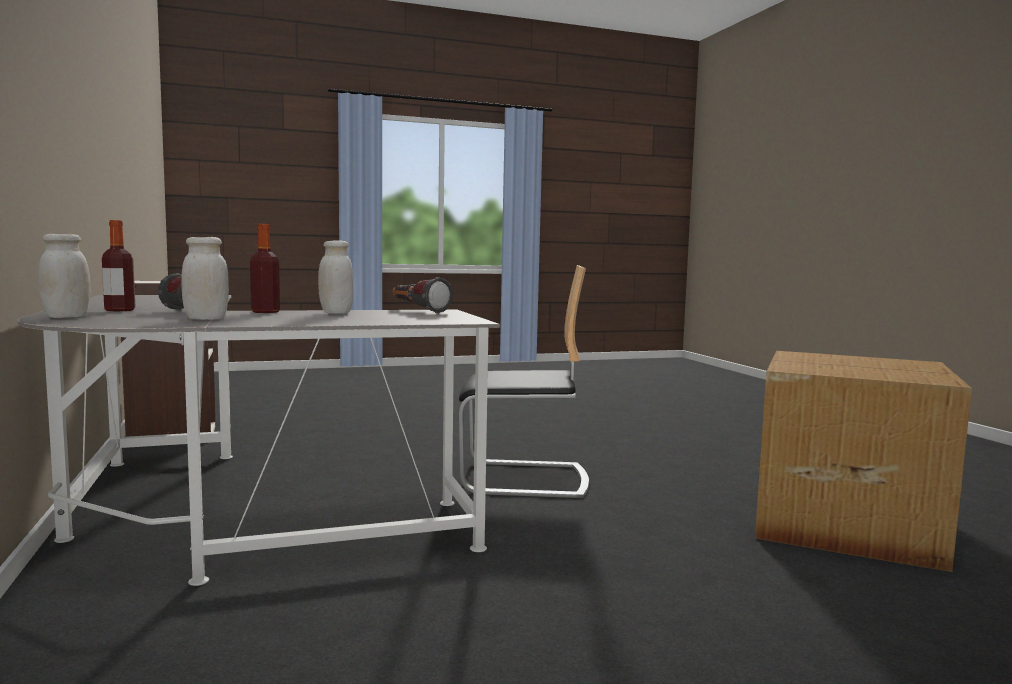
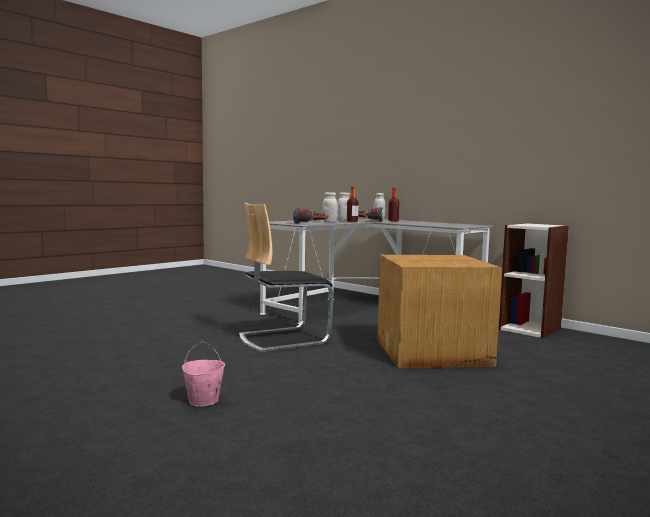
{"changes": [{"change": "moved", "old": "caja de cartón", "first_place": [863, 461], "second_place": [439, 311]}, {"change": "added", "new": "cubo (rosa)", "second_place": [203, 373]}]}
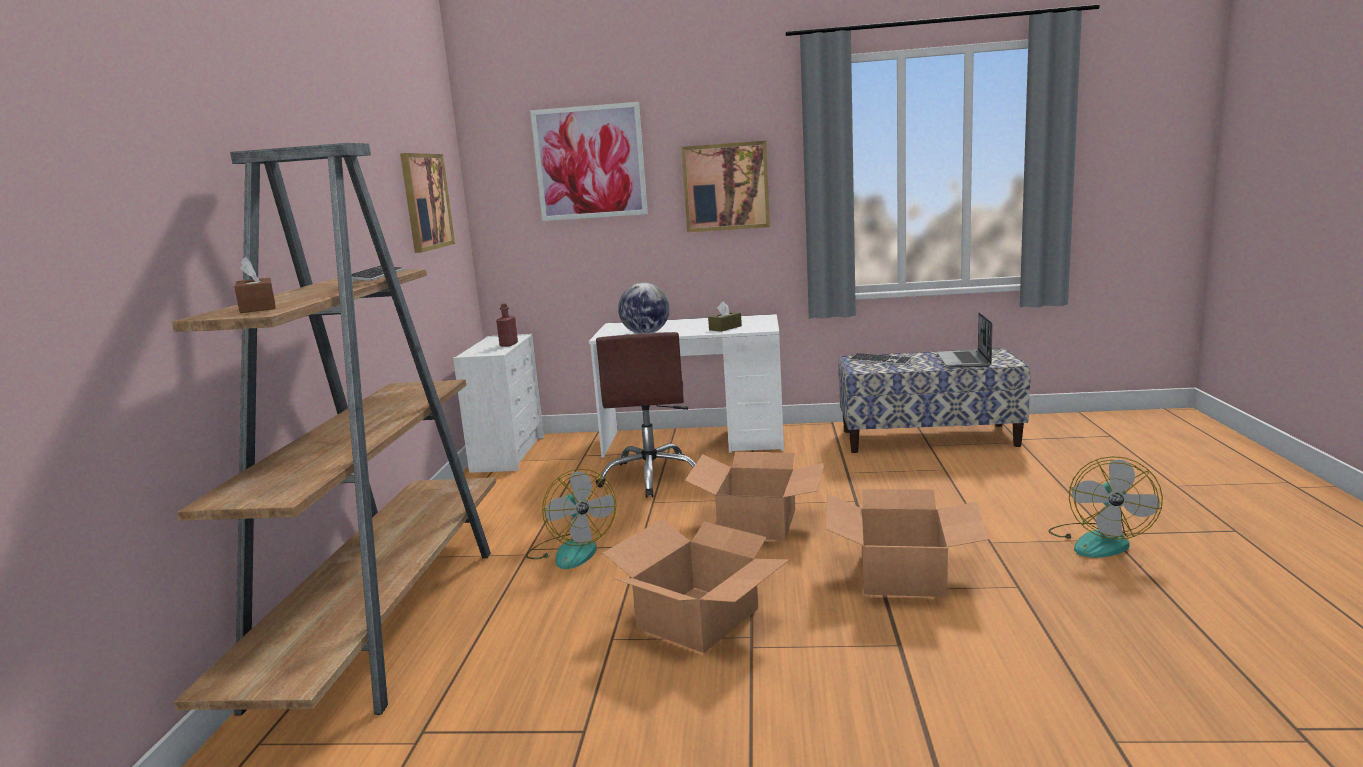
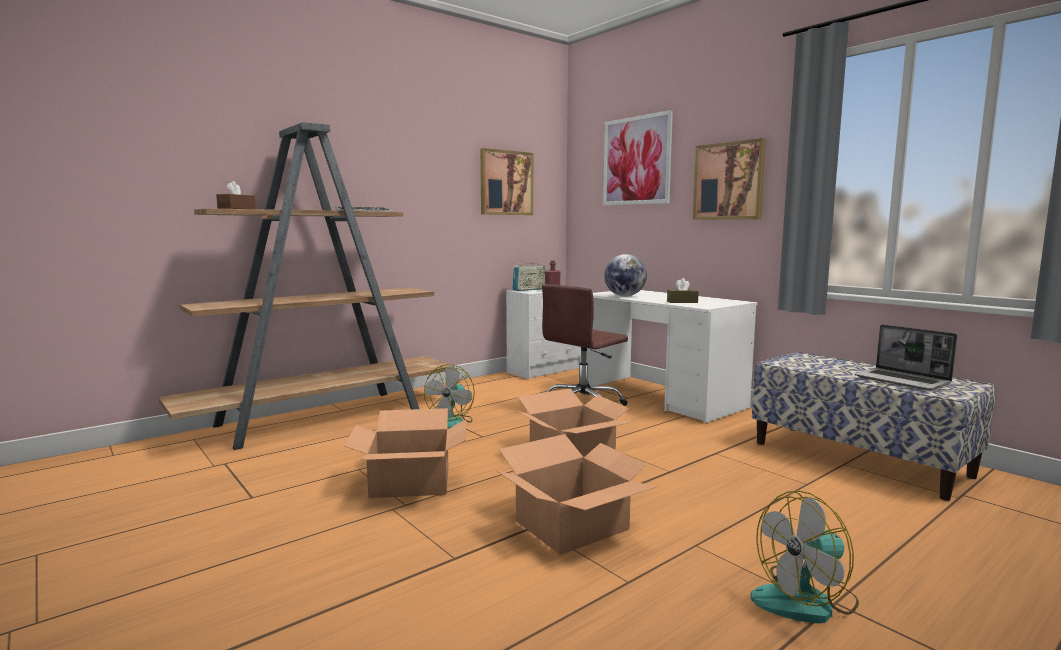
{"changes": [{"change": "turned", "old": "portátil", "first_place": [965, 340], "second_place": [905, 357], "degrees": -90}, {"change": "removed", "old": "teclado", "first_place": [881, 359]}, {"change": "added", "new": "radio", "second_place": [528, 275]}]}
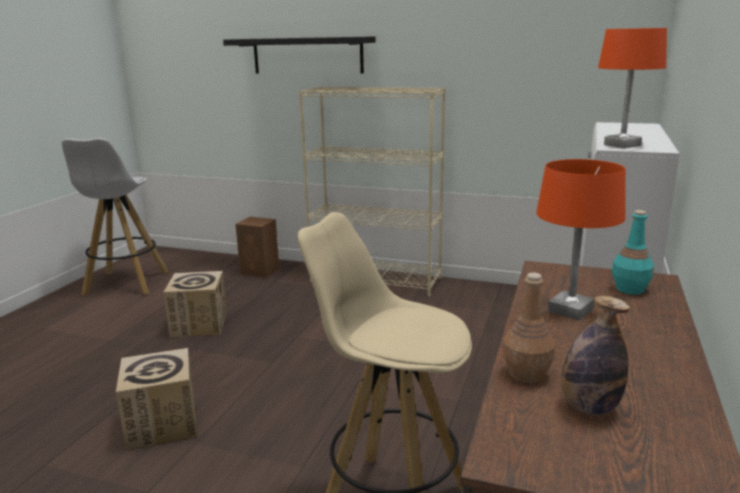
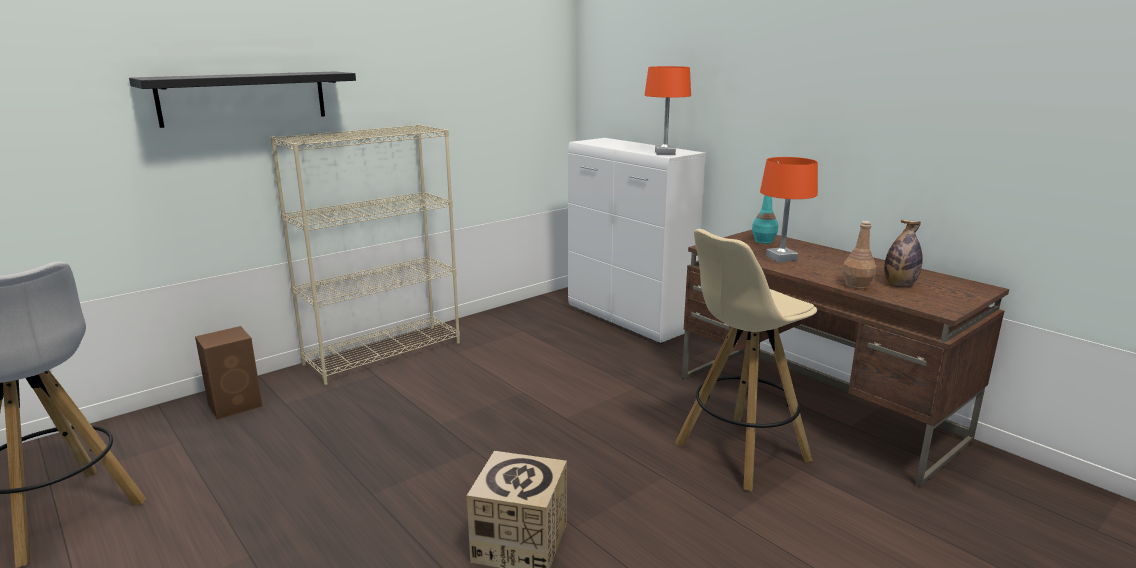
{"changes": [{"change": "removed", "old": "caja de cartón", "first_place": [194, 304]}]}
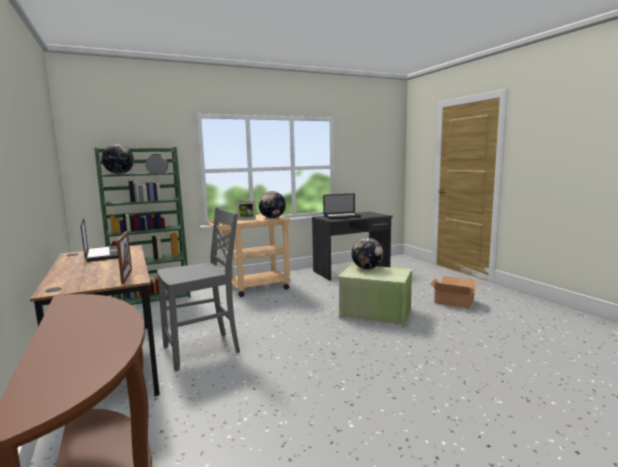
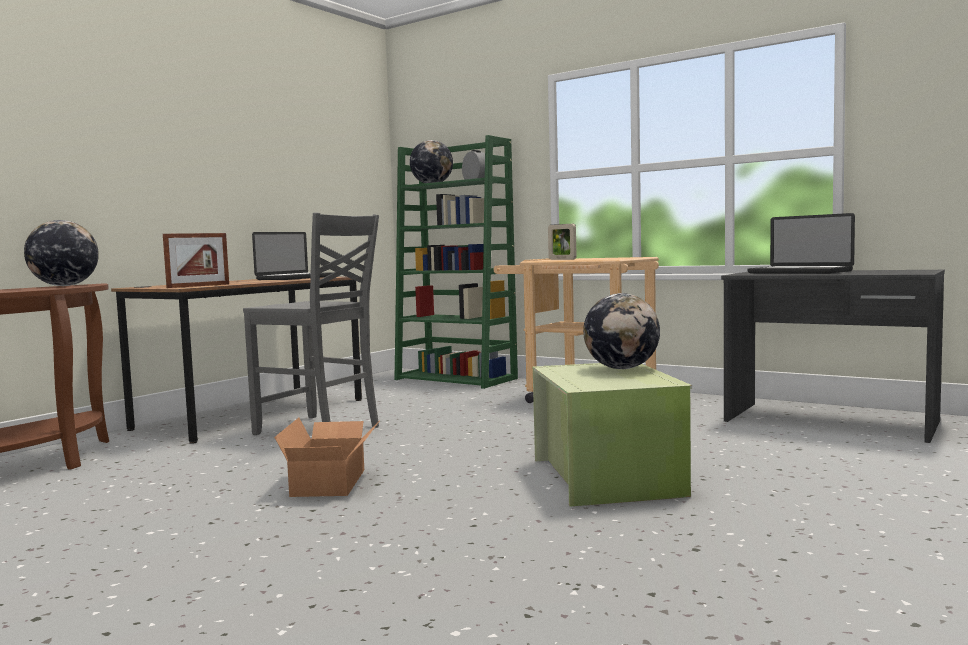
{"changes": [{"change": "moved", "old": "globo terráqueo", "first_place": [272, 204], "second_place": [61, 253]}, {"change": "moved", "old": "caja de cartón", "first_place": [454, 292], "second_place": [326, 457]}]}
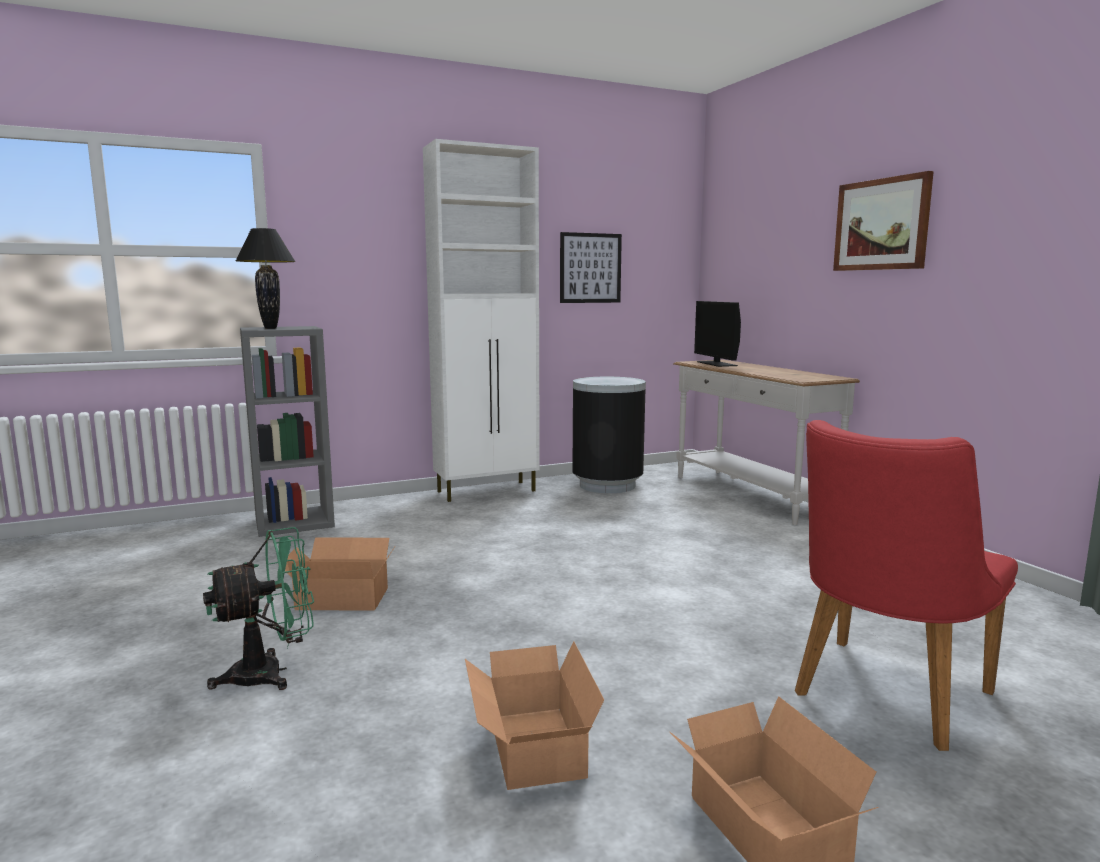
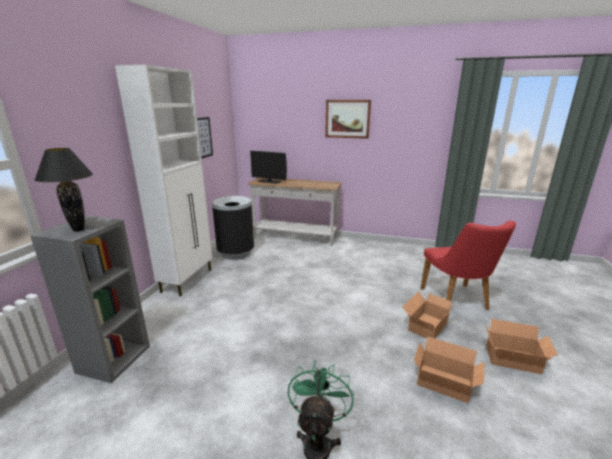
{"changes": [{"change": "moved", "old": "caja de cartón", "first_place": [340, 574], "second_place": [429, 315]}]}
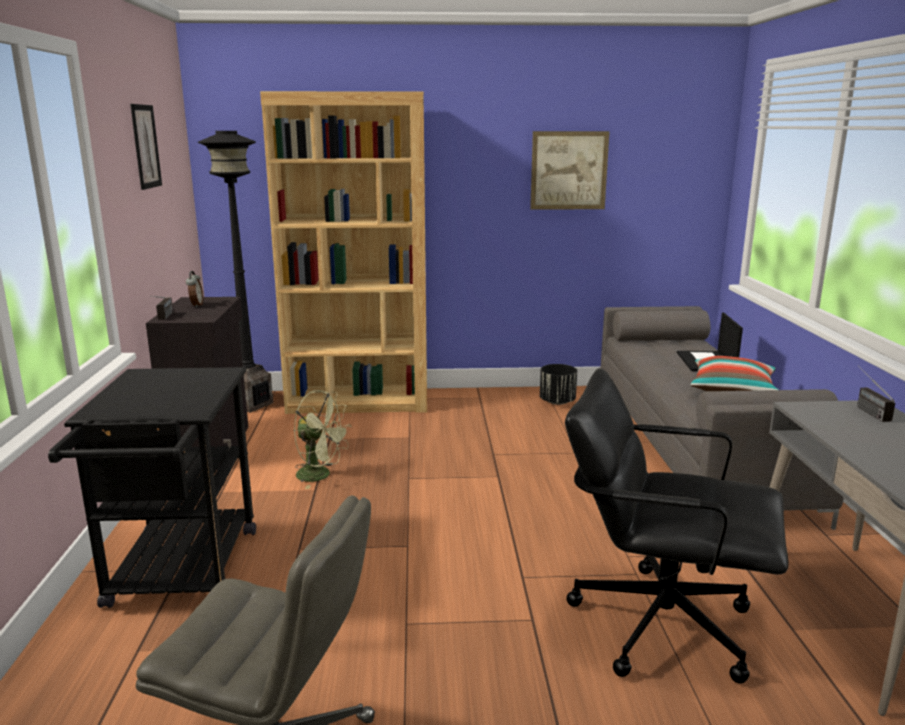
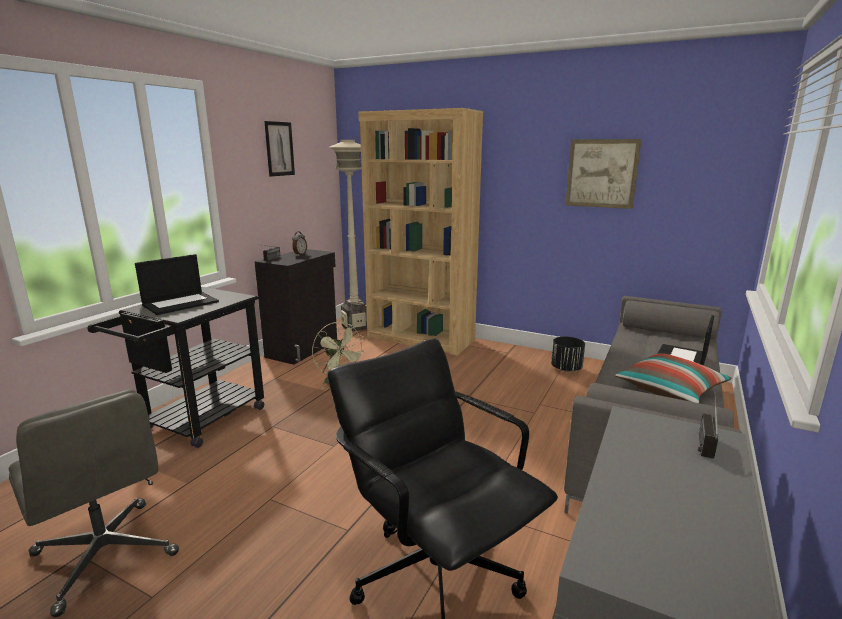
{"changes": [{"change": "recoloured", "old": "lámpara de pie (negro)", "new": "lámpara de pie (beis)", "first_place": [235, 272], "second_place": [348, 235]}, {"change": "added", "new": "portátil", "second_place": [177, 284]}]}
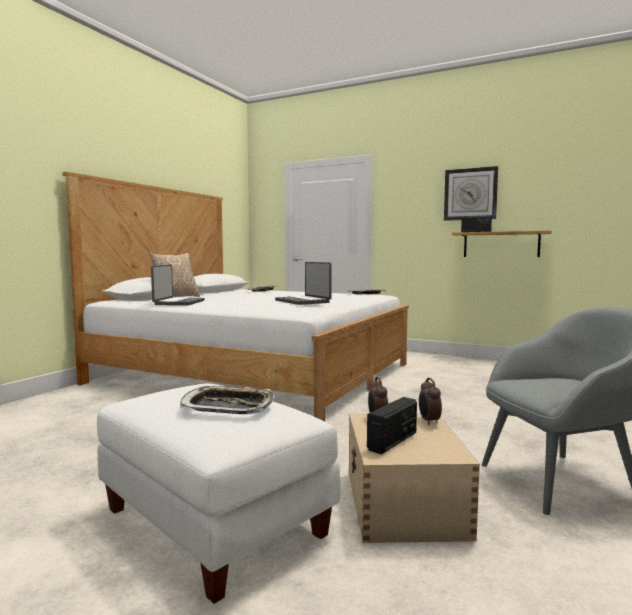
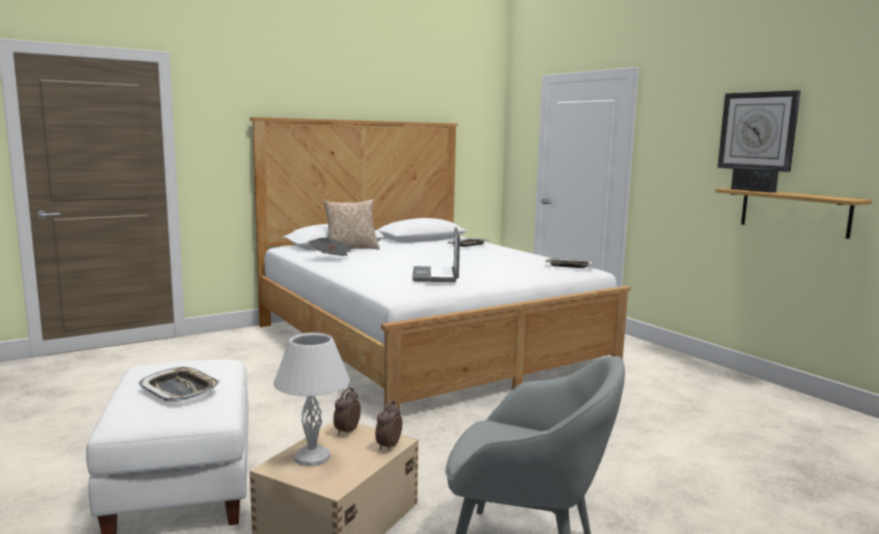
{"changes": [{"change": "replaced", "old": "portátil", "new": "periódico", "first_place": [178, 285], "second_place": [329, 247]}, {"change": "replaced", "old": "radio", "new": "lámpara de mesa (blanco)", "first_place": [392, 425], "second_place": [311, 399]}]}
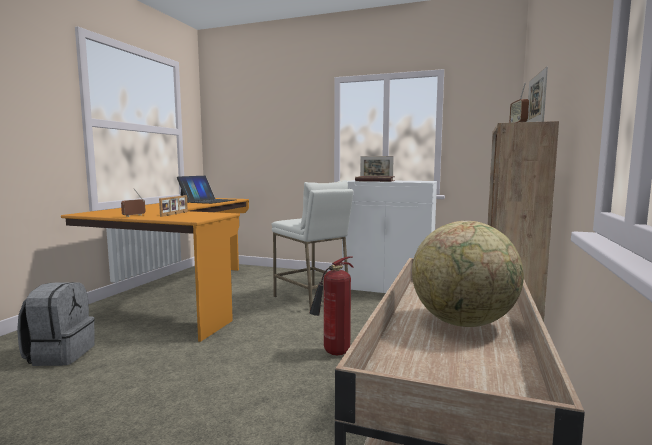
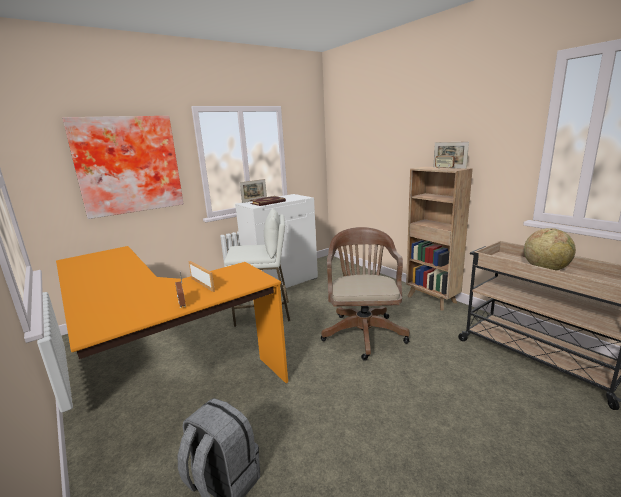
{"changes": [{"change": "removed", "old": "portátil", "first_place": [206, 190]}, {"change": "replaced", "old": "extintor", "new": "silla de oficina (marrón)", "first_place": [331, 305], "second_place": [365, 294]}, {"change": "added", "new": "cuadro", "second_place": [123, 167]}]}
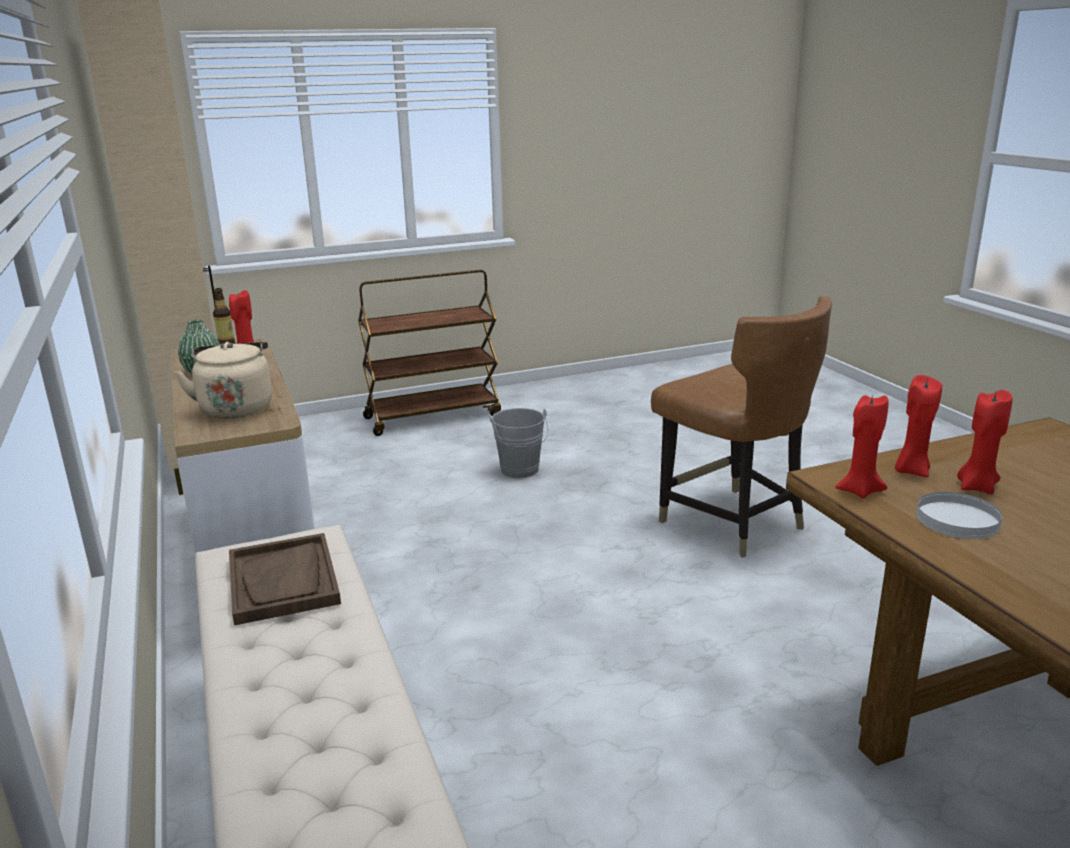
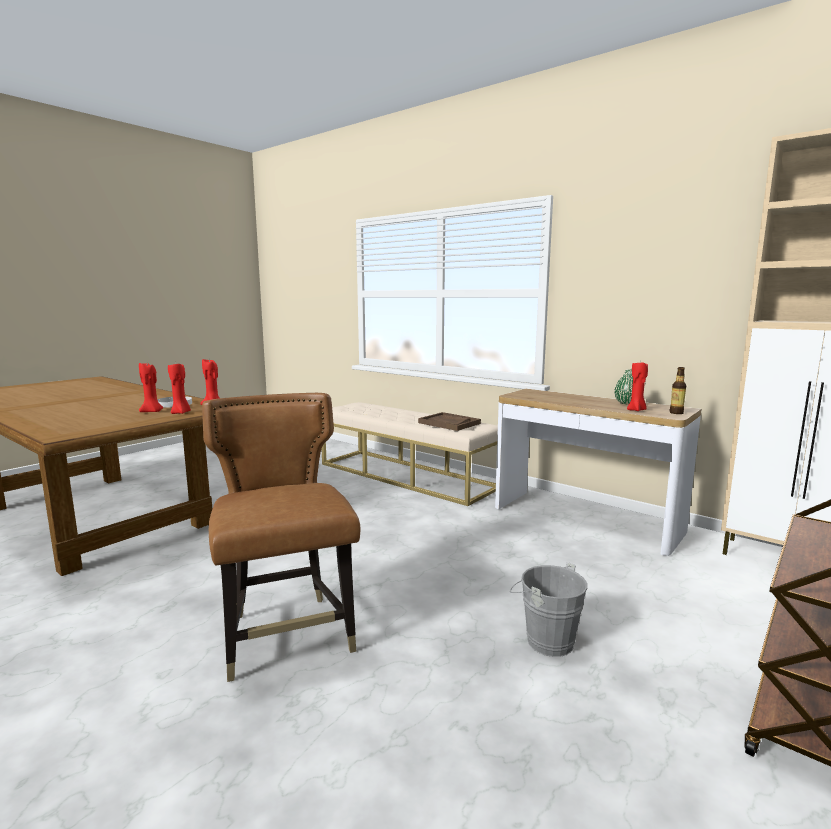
{"changes": [{"change": "turned", "old": "silla (marrón)", "first_place": [741, 427], "second_place": [281, 537], "degrees": 45}, {"change": "removed", "old": "hervidor (beis)", "first_place": [223, 380]}]}
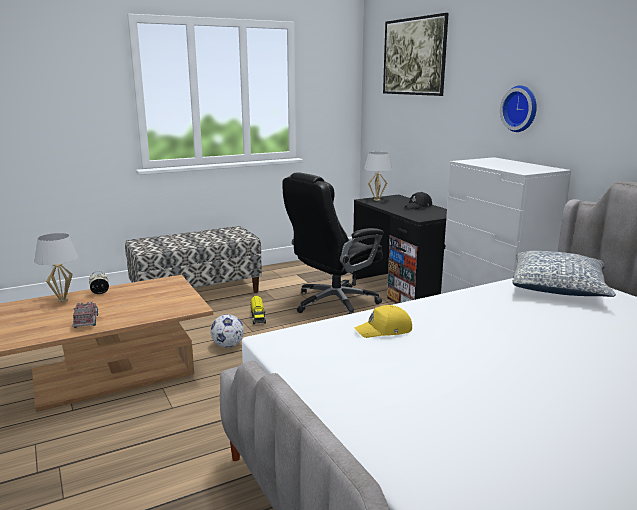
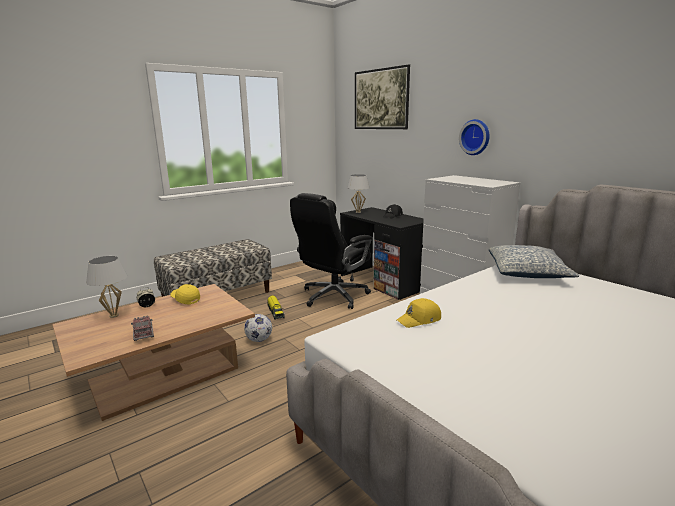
{"changes": [{"change": "added", "new": "gorra (amarillo)", "second_place": [185, 294]}]}
